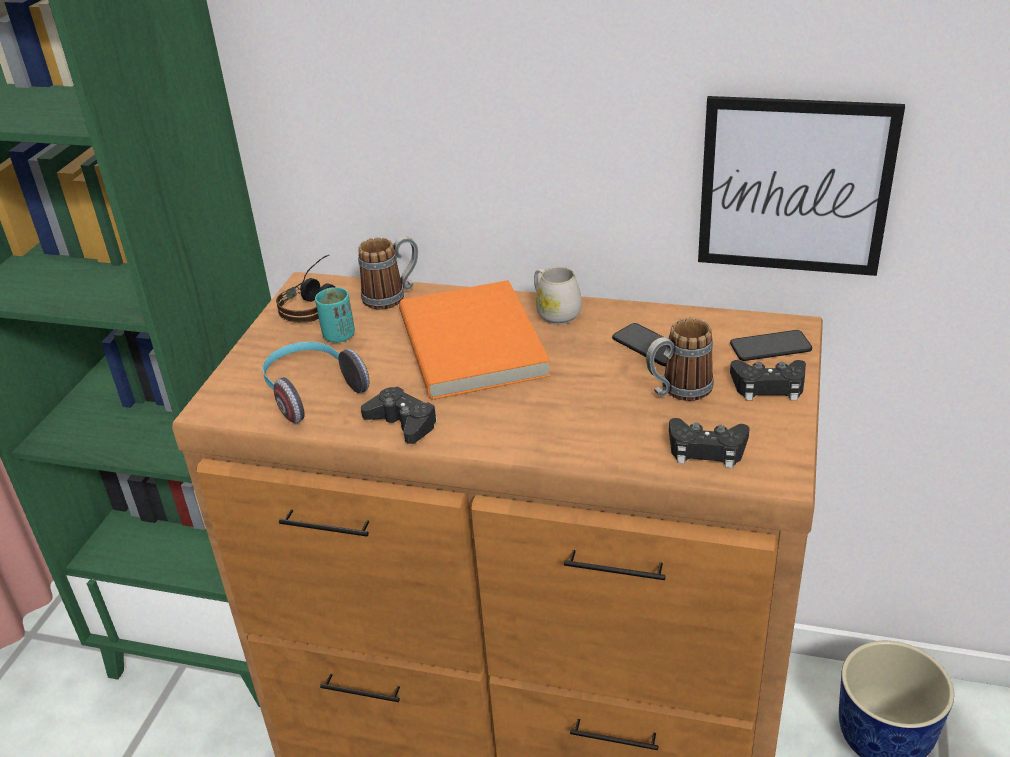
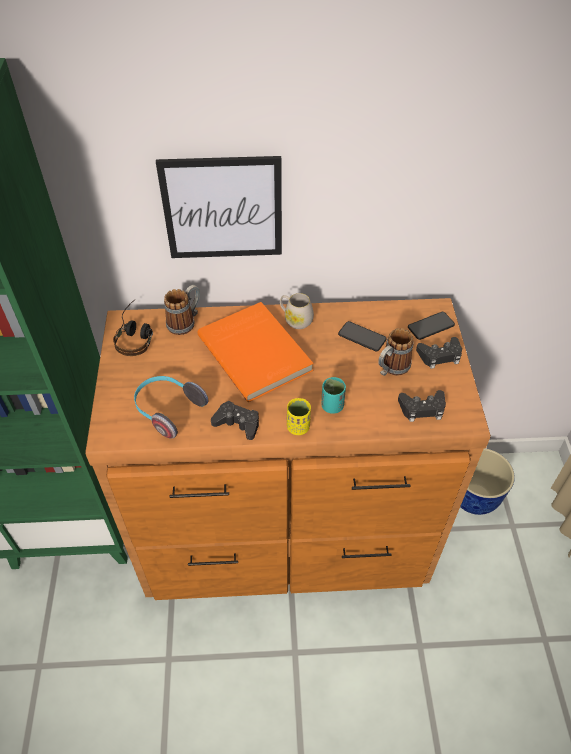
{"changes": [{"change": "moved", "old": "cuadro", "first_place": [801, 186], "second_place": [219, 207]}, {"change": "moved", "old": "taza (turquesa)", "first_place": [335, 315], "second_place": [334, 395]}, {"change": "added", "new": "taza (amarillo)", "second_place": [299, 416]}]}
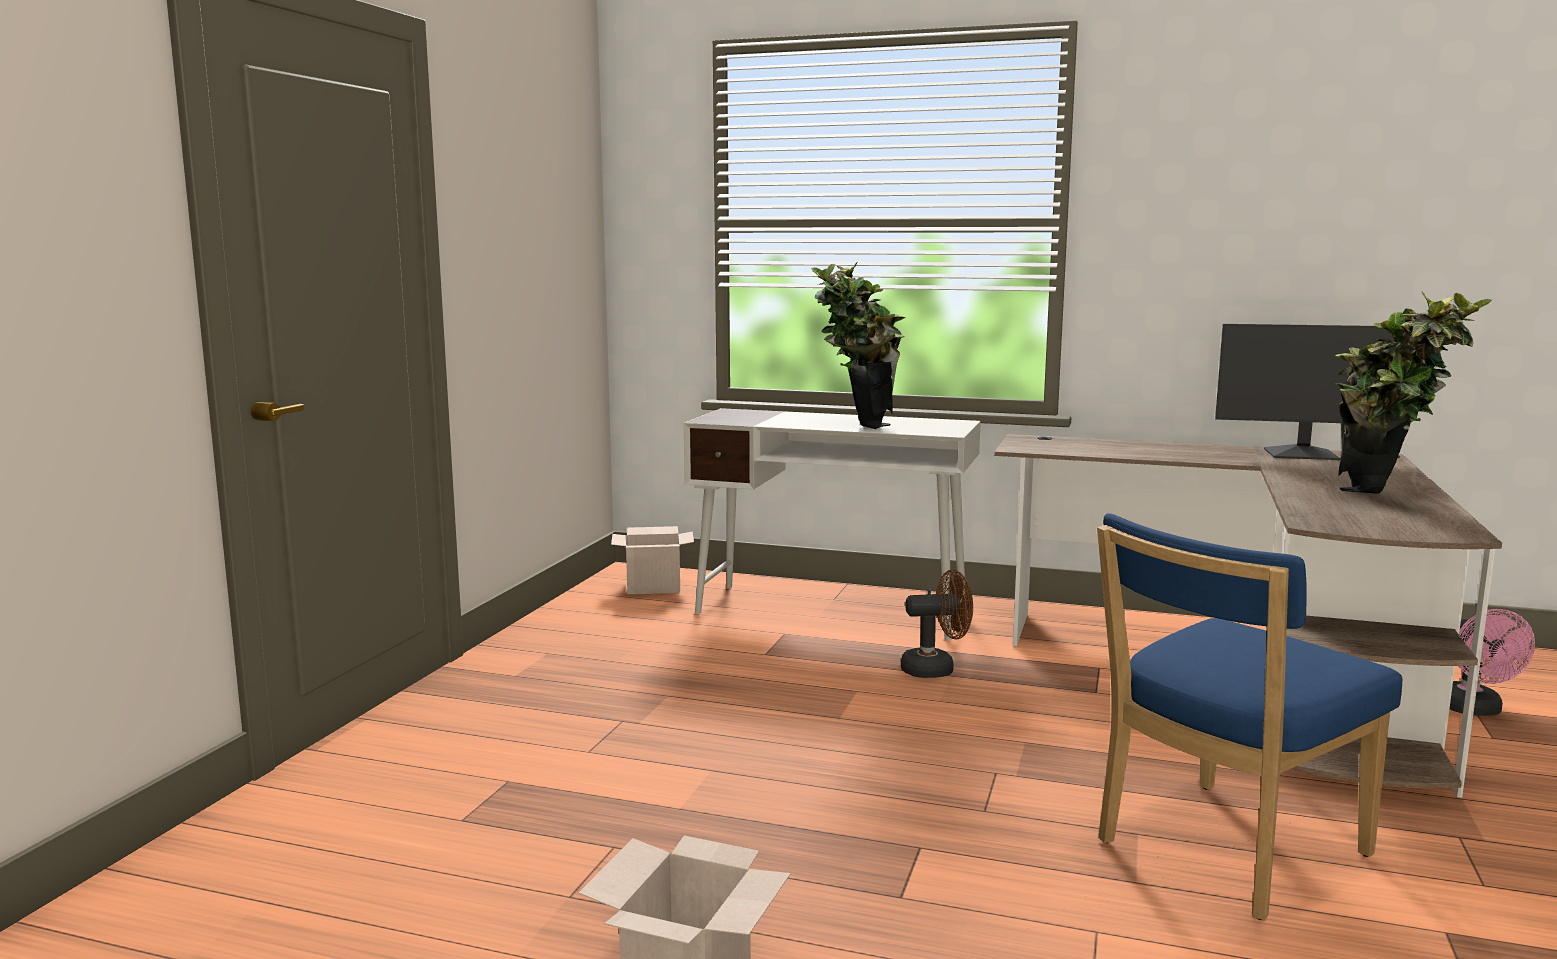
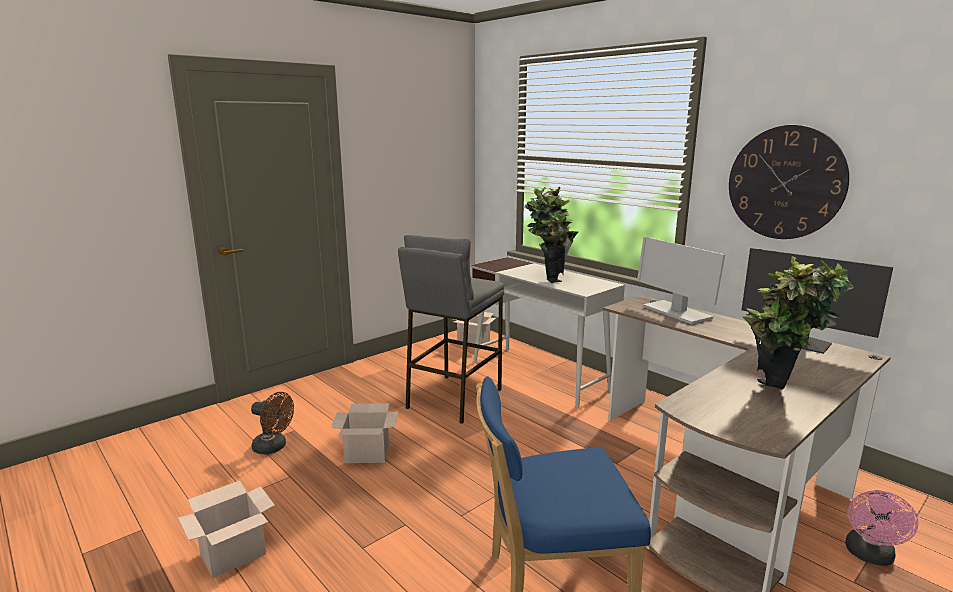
{"changes": [{"change": "moved", "old": "ventilador (marrón)", "first_place": [937, 624], "second_place": [272, 423]}, {"change": "added", "new": "reloj de pared", "second_place": [789, 182]}, {"change": "added", "new": "taburete (gris)", "second_place": [451, 329]}, {"change": "added", "new": "monitor", "second_place": [681, 280]}, {"change": "added", "new": "caja de cartón", "second_place": [364, 433]}]}
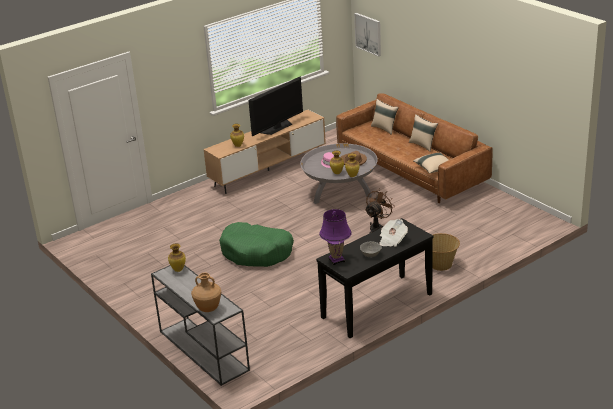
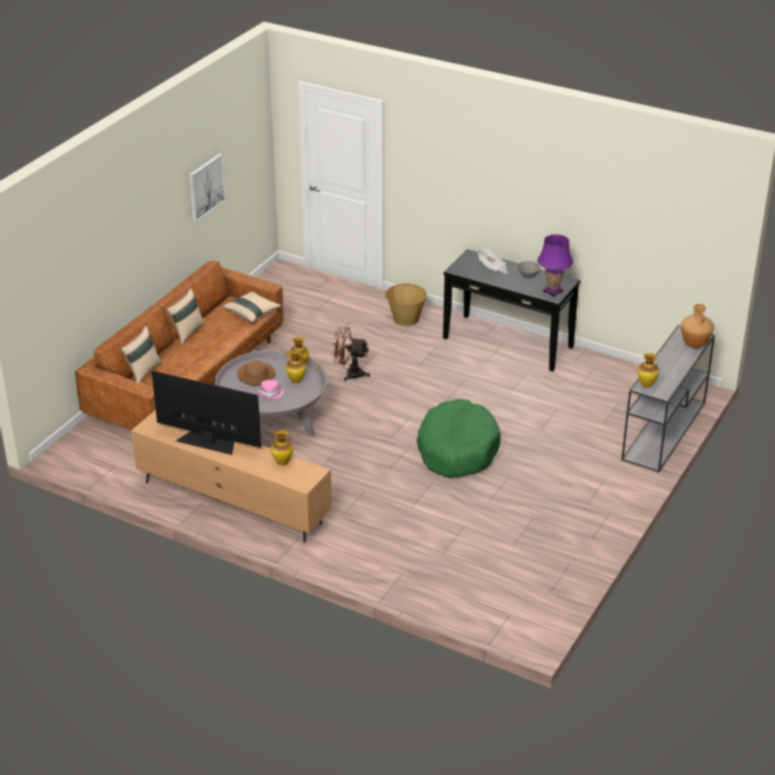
{"changes": [{"change": "moved", "old": "cuadro", "first_place": [367, 34], "second_place": [207, 187]}]}
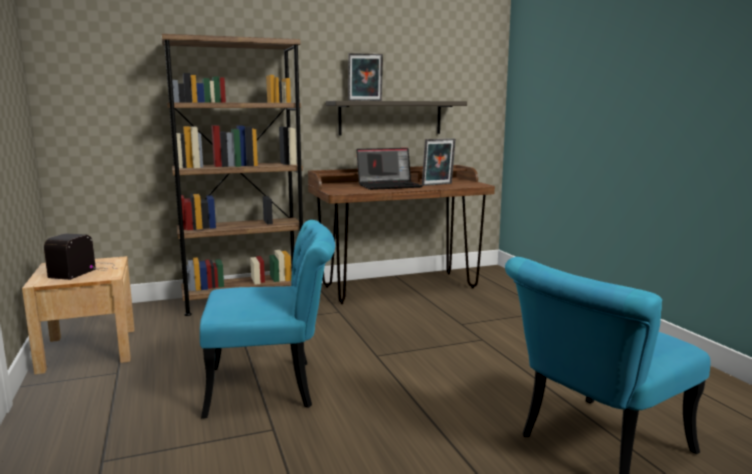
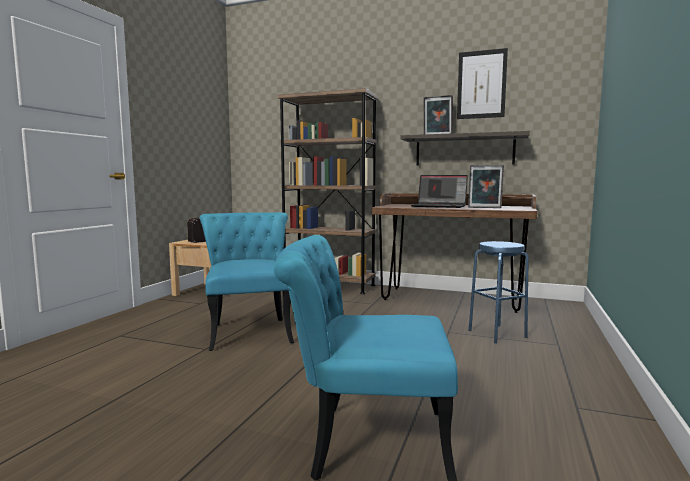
{"changes": [{"change": "turned", "old": "silla (turquesa)", "first_place": [267, 319], "second_place": [247, 281], "degrees": -135}, {"change": "added", "new": "cuadro", "second_place": [482, 83]}, {"change": "added", "new": "taburete (azul)", "second_place": [498, 292]}]}
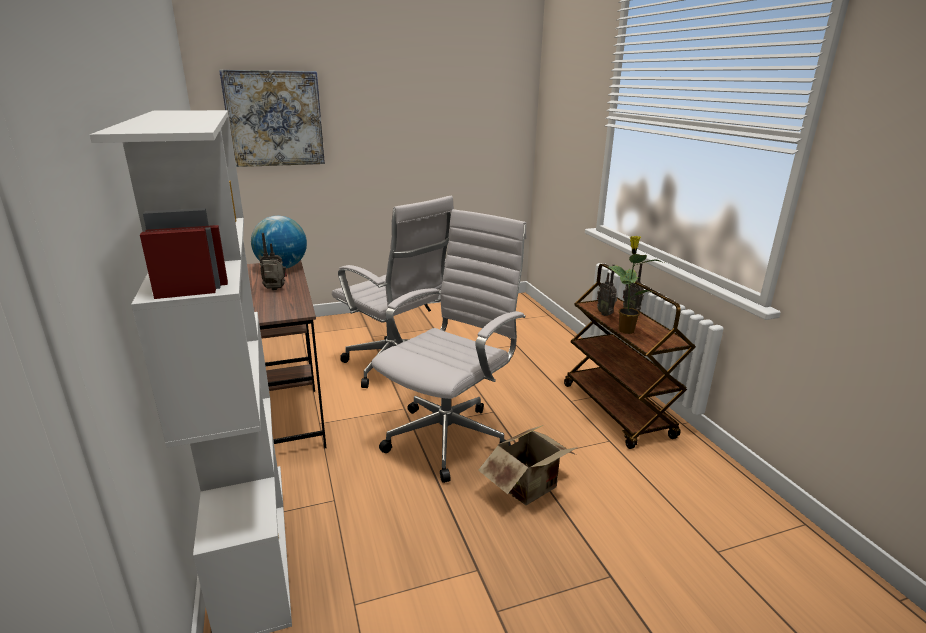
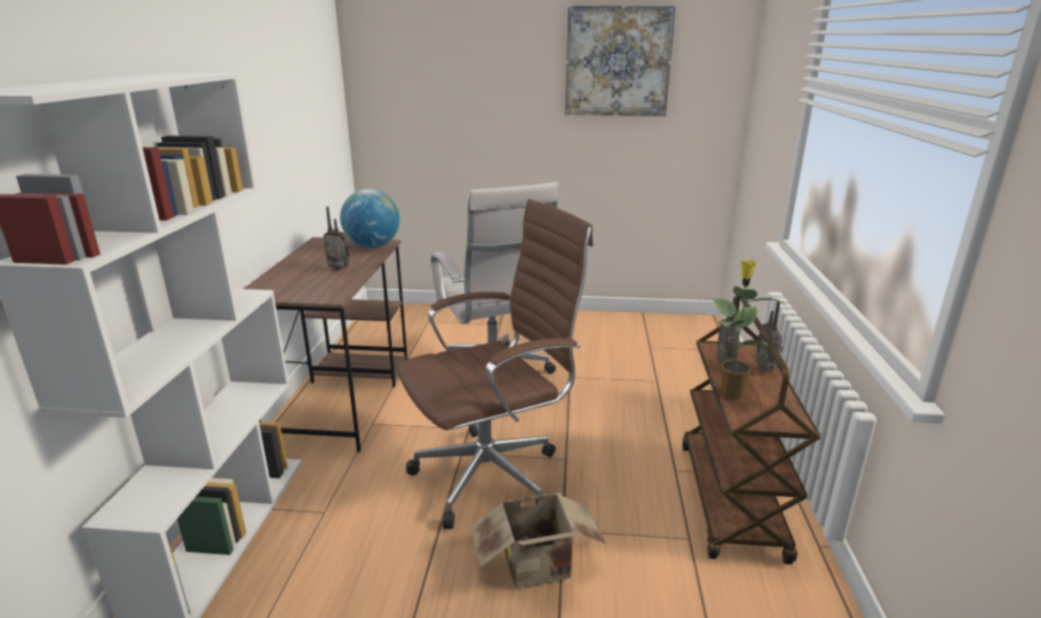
{"changes": [{"change": "moved", "old": "cuadro", "first_place": [272, 118], "second_place": [620, 60]}, {"change": "recoloured", "old": "silla de oficina (blanco)", "new": "silla de oficina (marrón)", "first_place": [448, 346], "second_place": [495, 364]}]}
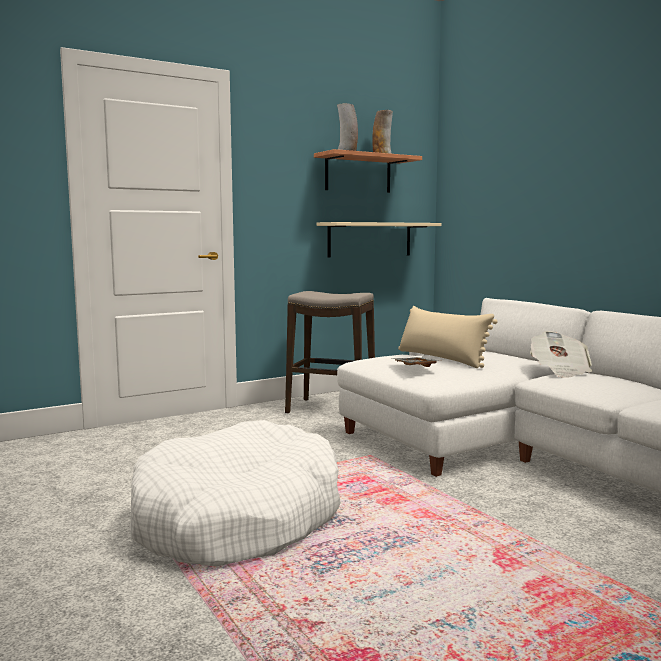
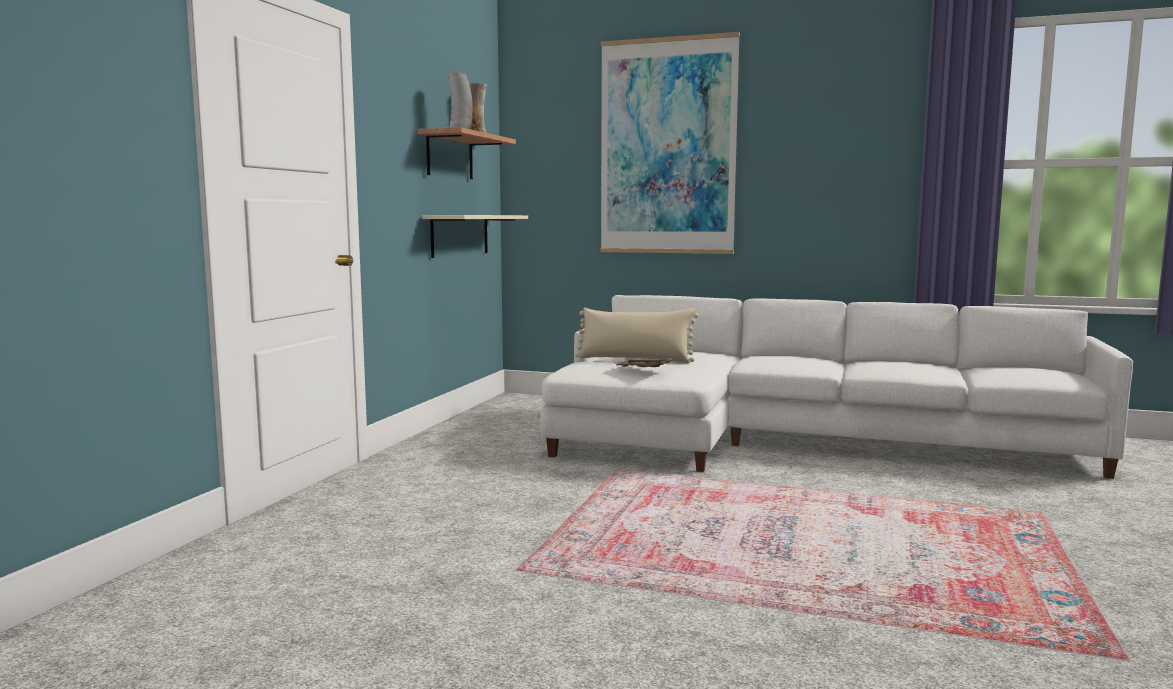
{"changes": [{"change": "removed", "old": "taburete", "first_place": [330, 352]}, {"change": "removed", "old": "periódico", "first_place": [561, 354]}, {"change": "removed", "old": "cama para perro (blanco)", "first_place": [236, 493]}, {"change": "added", "new": "cuadro", "second_place": [670, 143]}]}
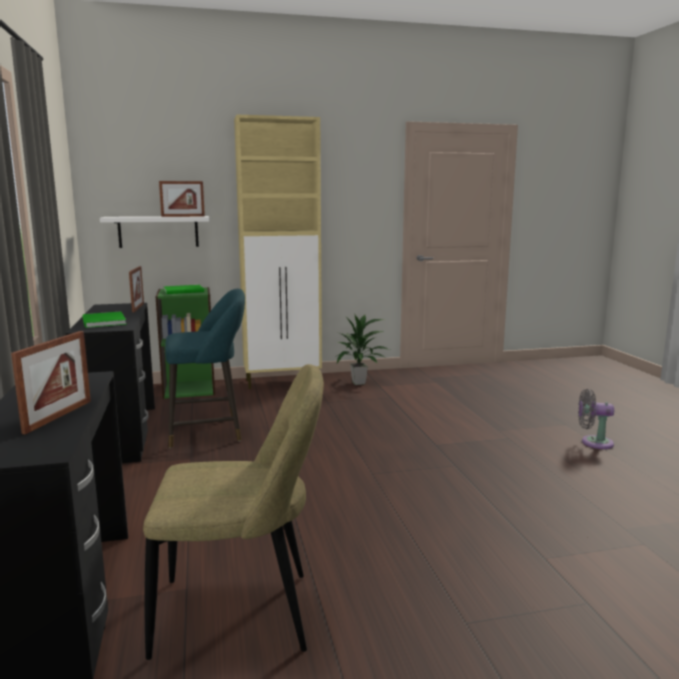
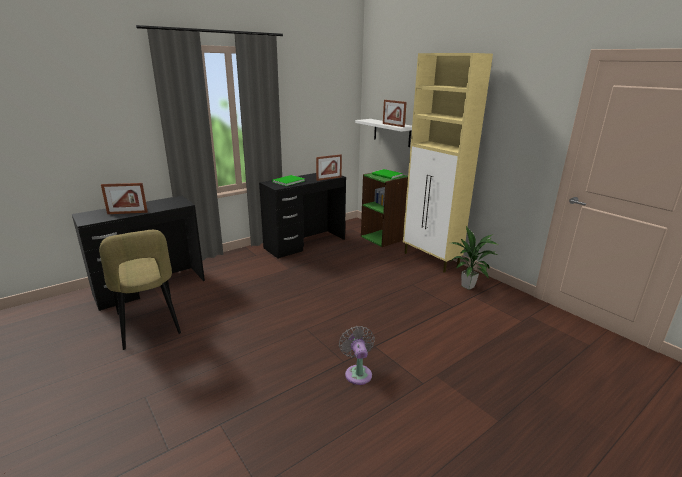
{"changes": [{"change": "removed", "old": "taburete (turquesa)", "first_place": [205, 368]}, {"change": "moved", "old": "ventilador (gris)", "first_place": [596, 419], "second_place": [357, 355]}]}
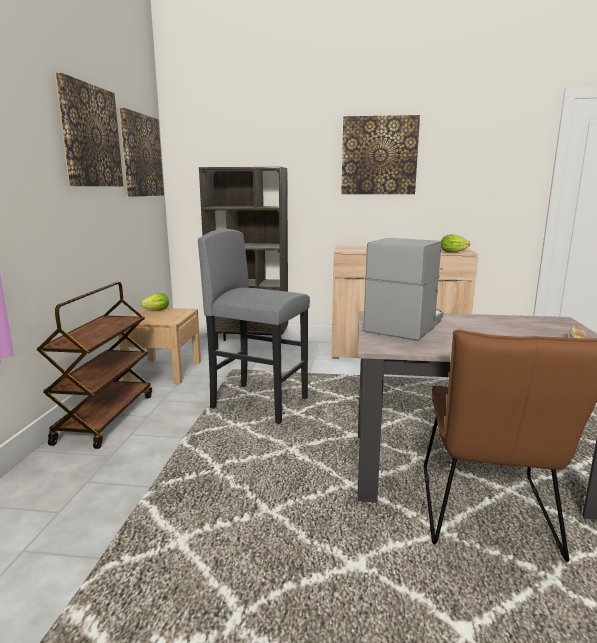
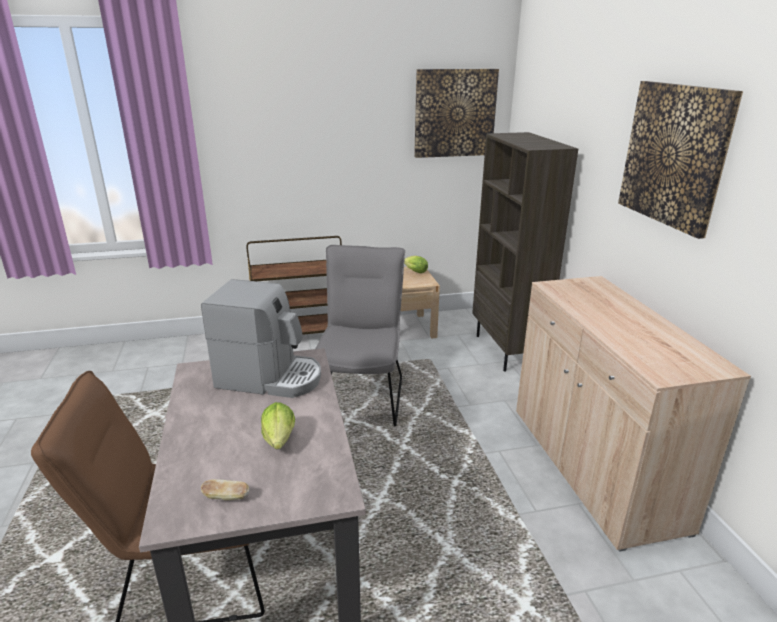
{"changes": [{"change": "removed", "old": "cuadro", "first_place": [89, 129]}, {"change": "replaced", "old": "taburete (gris)", "new": "silla (gris)", "first_place": [254, 326], "second_place": [360, 335]}, {"change": "moved", "old": "lechuga", "first_place": [455, 243], "second_place": [278, 425]}]}
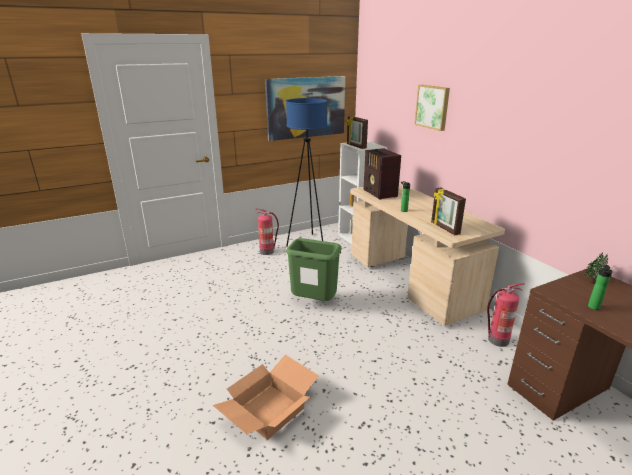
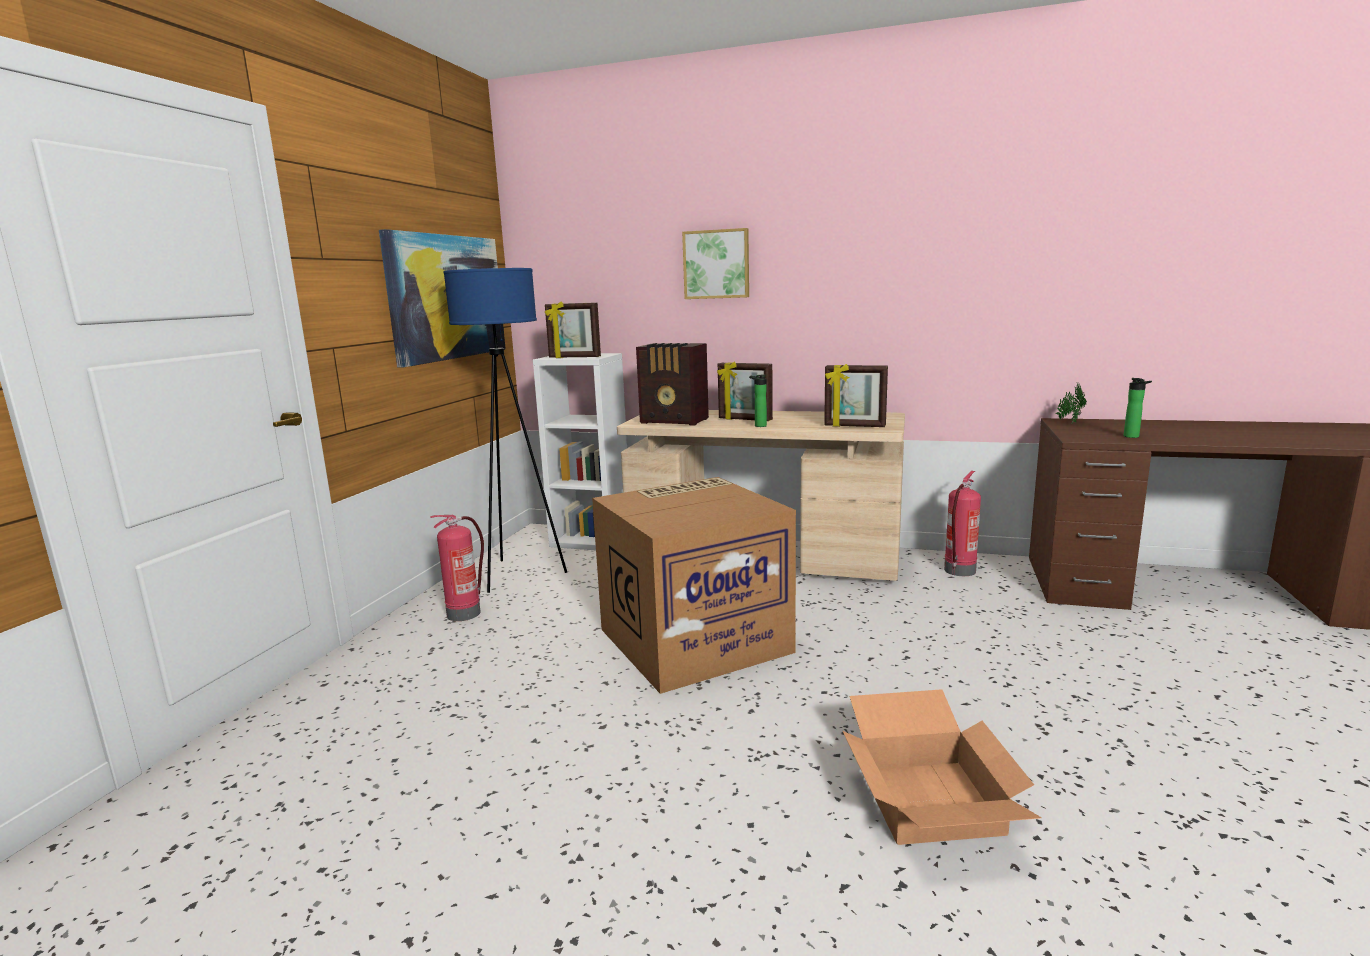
{"changes": [{"change": "replaced", "old": "papelera (verde)", "new": "caja de cartón", "first_place": [314, 269], "second_place": [694, 585]}, {"change": "added", "new": "portarretratos", "second_place": [745, 391]}]}
